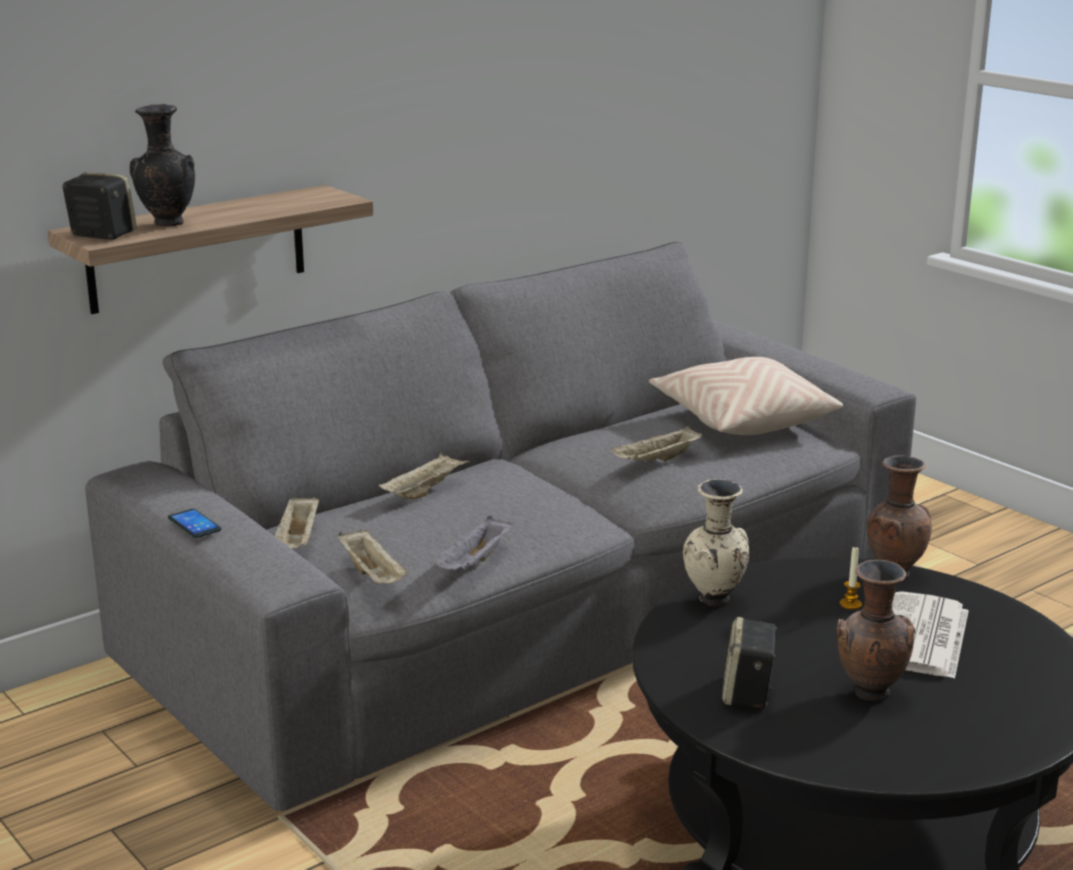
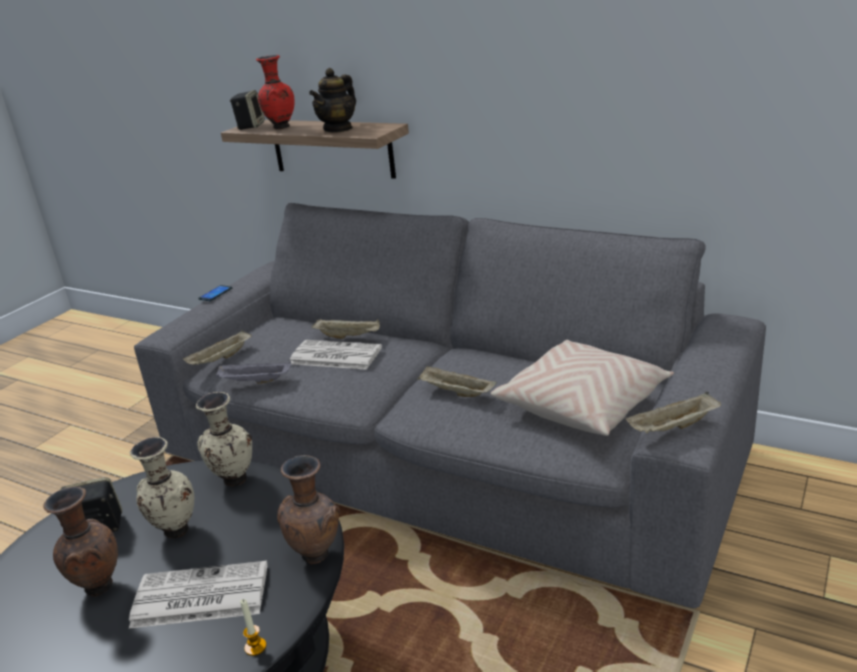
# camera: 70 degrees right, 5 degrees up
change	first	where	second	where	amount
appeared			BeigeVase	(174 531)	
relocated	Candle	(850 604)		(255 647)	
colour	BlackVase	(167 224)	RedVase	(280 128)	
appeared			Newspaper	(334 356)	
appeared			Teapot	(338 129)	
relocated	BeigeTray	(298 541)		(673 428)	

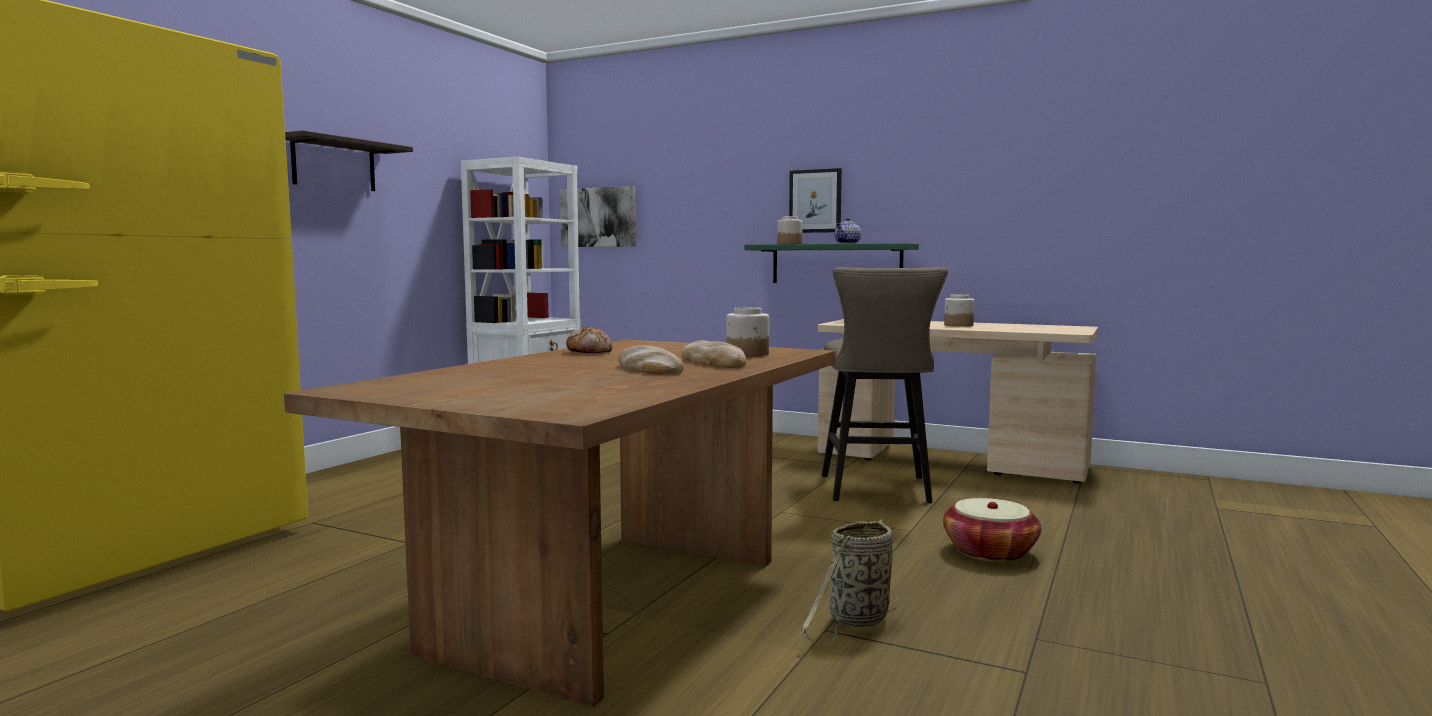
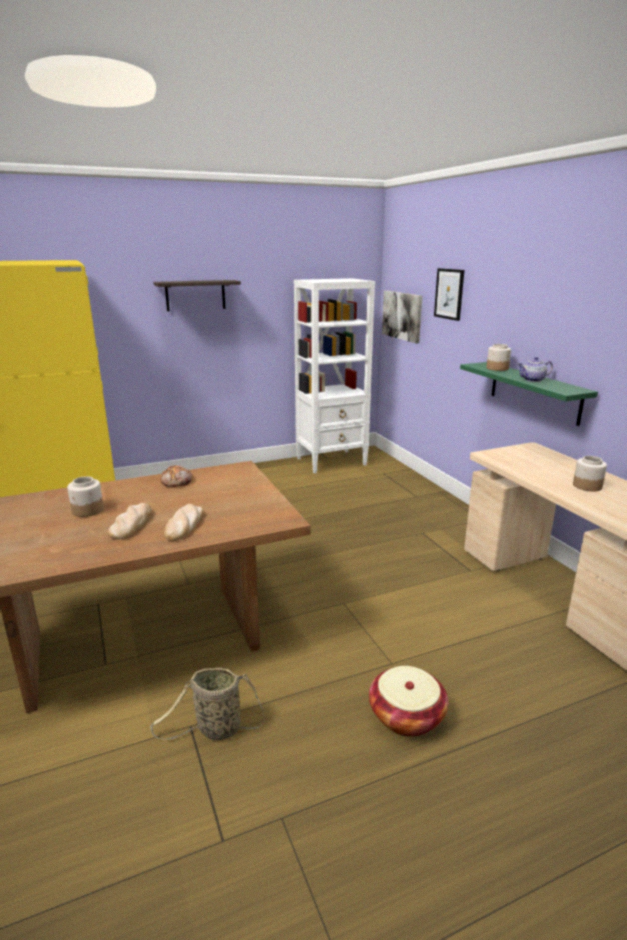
# camera: 40 degrees right, 15 degrees up
change	first	where	second	where	amount
relocated	Jar	(748 354)		(87 510)	
relocated	Picture	(815 201)		(449 294)	
missing	BeigeStool	(877 491)			

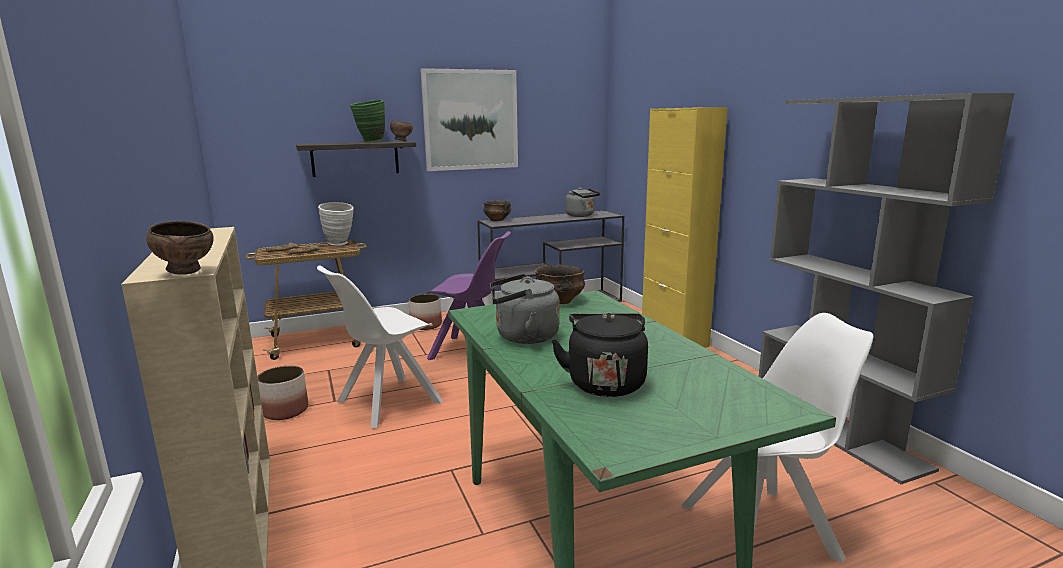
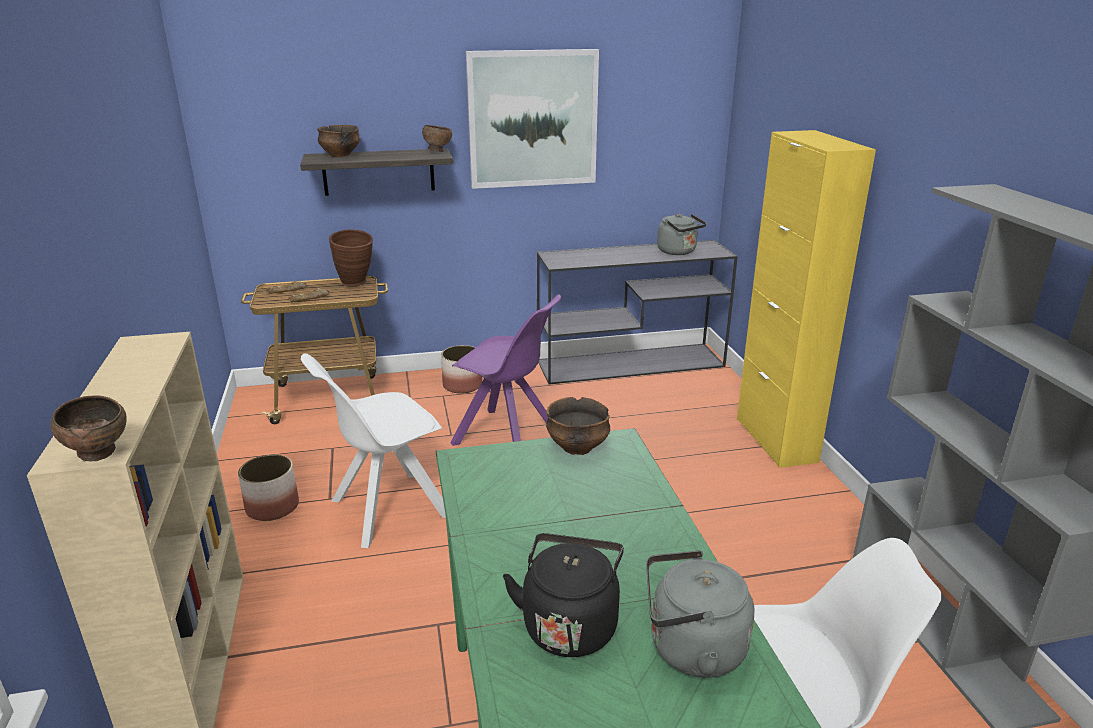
# camera: 10 degrees right, 10 degrees up
change	first	where	second	where	amount
relocated	Bowl	(497 220)		(340 155)	
colour	WhiteVase	(340 244)	BrownVase	(356 284)	
relocated	GreyKettle	(523 337)		(690 649)	
missing	GreenVase	(370 142)			

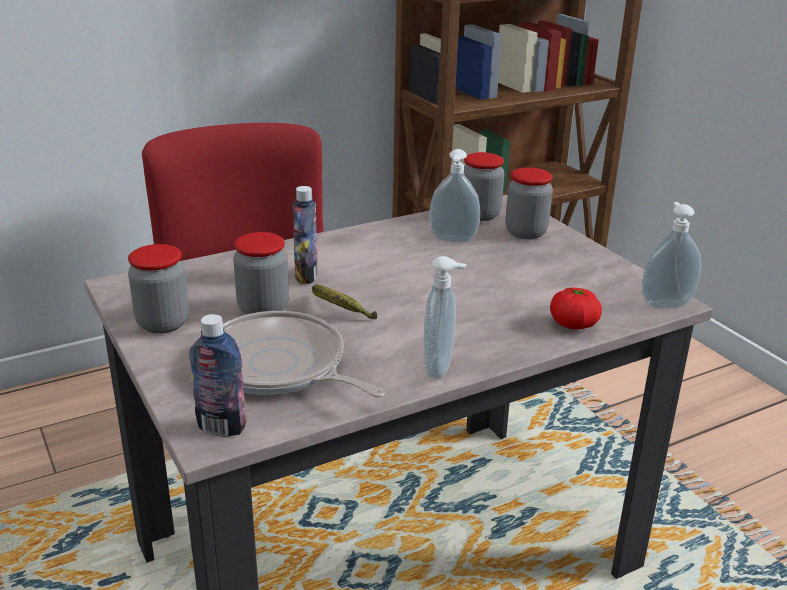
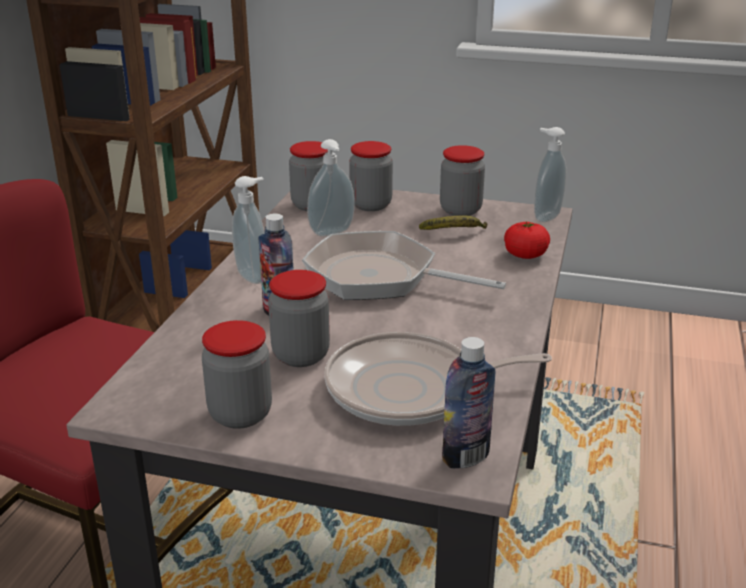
# camera: 45 degrees left, 0 degrees up
change	first	where	second	where	amount
relocated	SoapDispenser	(441 368)		(254 276)	
appeared			FryingPan	(379 277)	
relocated	Banana	(339 311)		(455 233)	
appeared			Jar	(460 210)	

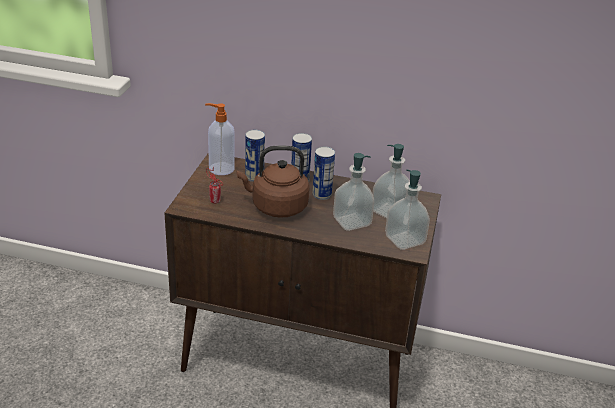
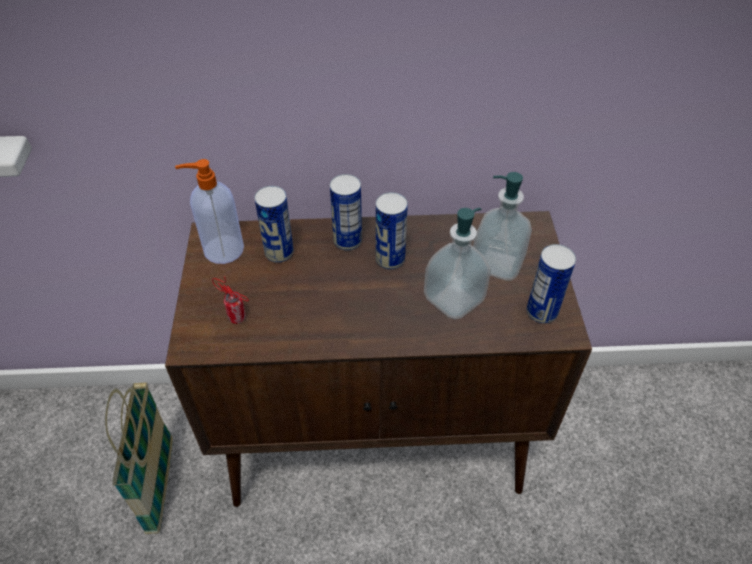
# camera: 15 degrees left, 15 degrees up
change	first	where	second	where	amount
appeared			Basket	(161 485)	
exchanged	SoapDispenser	(404 240)	Can	(541 312)	
missing	BrownKettle	(276 207)			

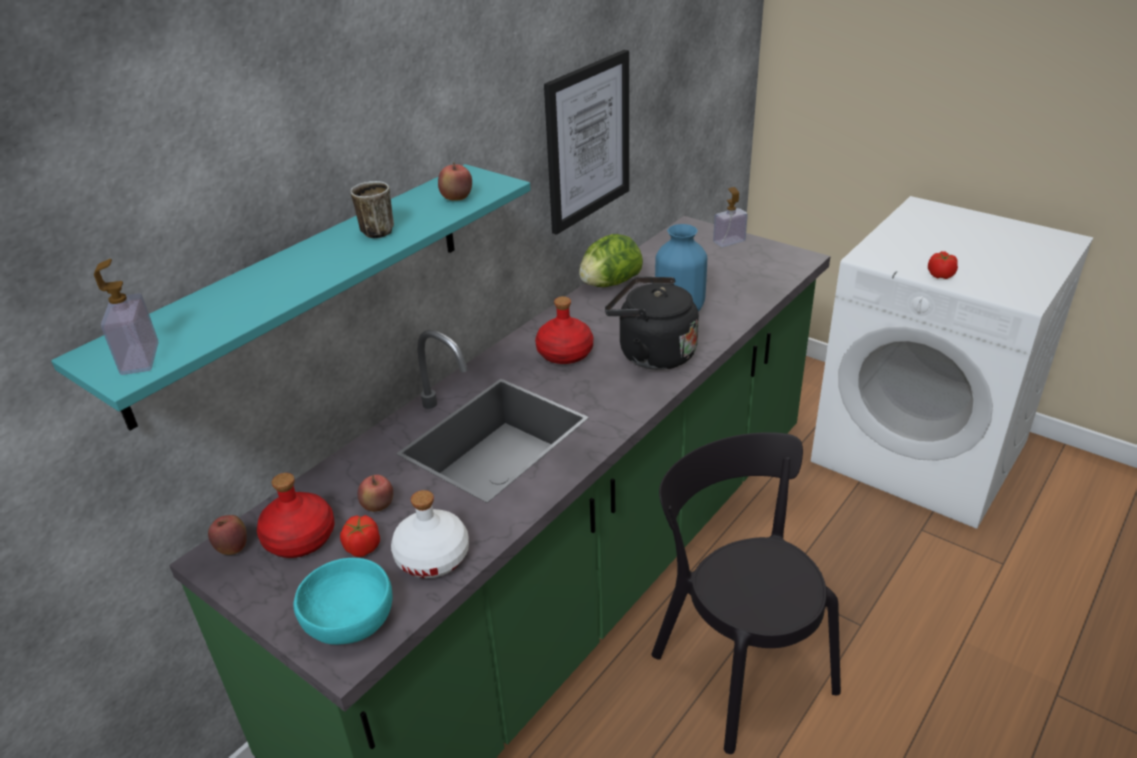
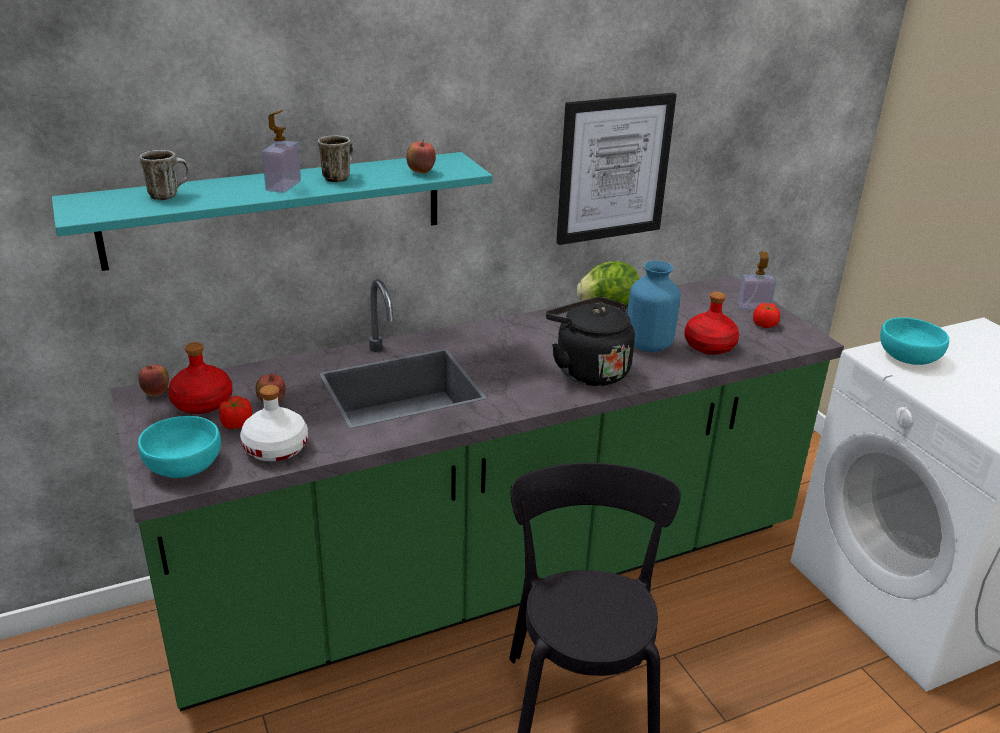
# camera: 25 degrees right, 5 degrees down
change	first	where	second	where	amount
appeared			Mug	(169 195)	
relocated	SoapDispenser	(140 358)		(283 186)	
relocated	RedBottle	(565 353)		(710 346)	
relocated	Tomato	(940 275)		(764 325)	
appeared			TurquoiseBowl	(908 357)	

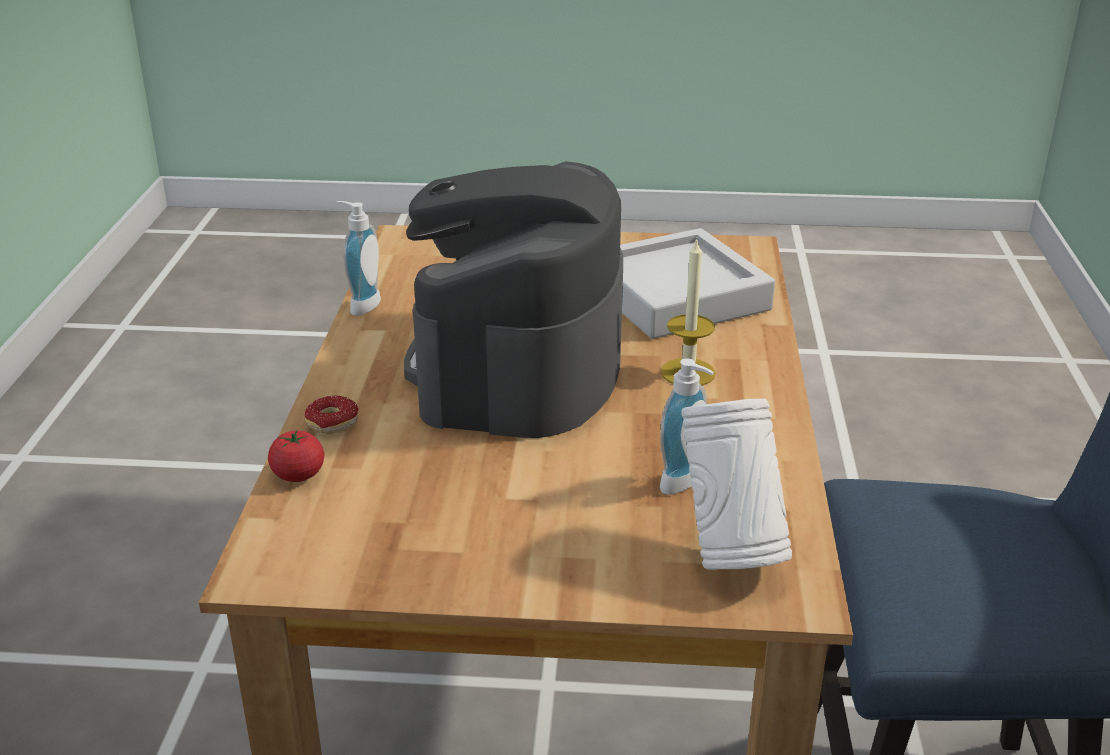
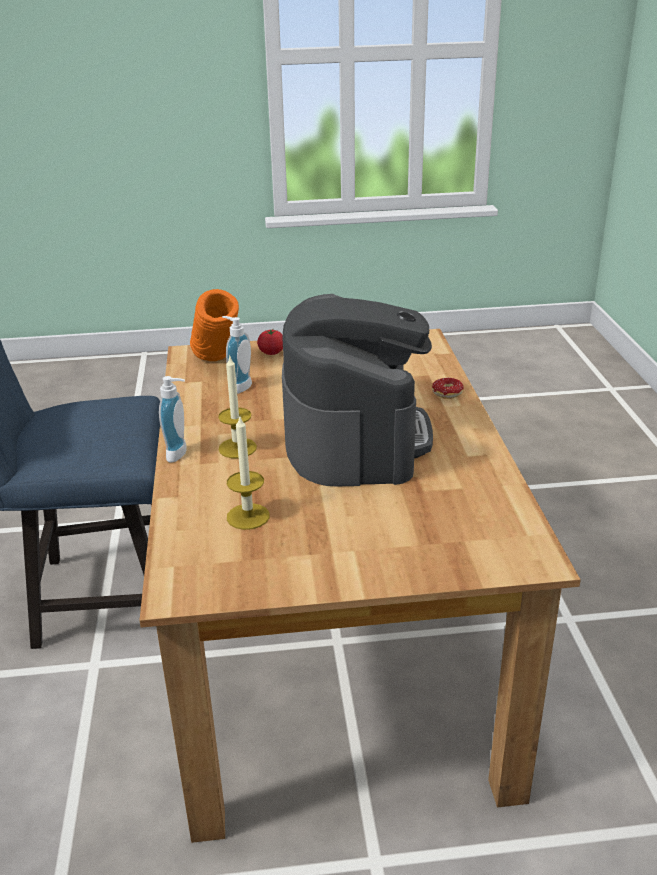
# camera: 170 degrees right, 0 degrees up
change	first	where	second	where	amount
relocated	SoapDispenser	(361 305)		(180 454)	
colour	WhiteVase	(729 552)	OrangeVase	(217 363)	
exchanged	GreyTray	(676 296)	Candle	(248 516)	
relocated	Tomato	(298 475)		(271 352)	

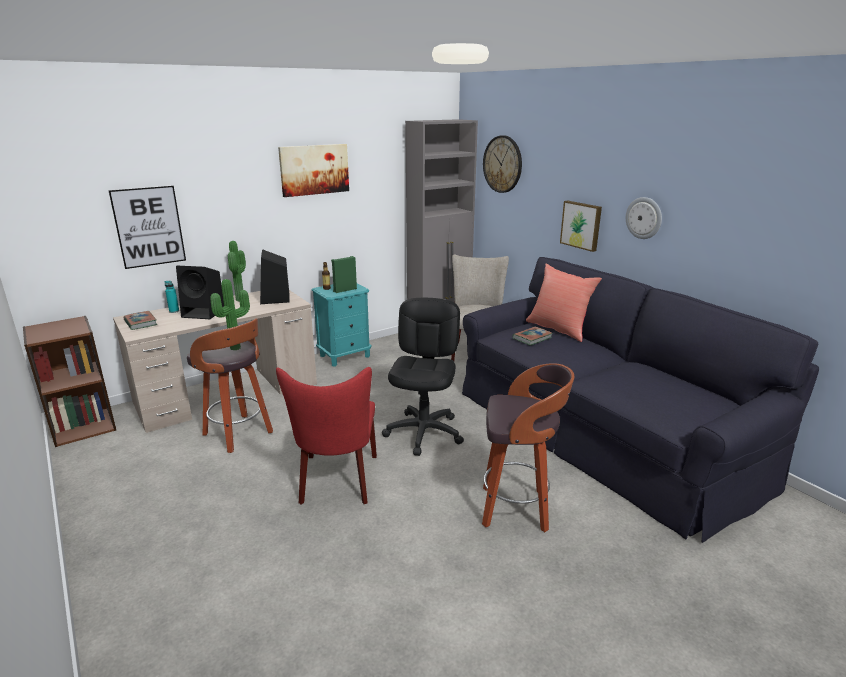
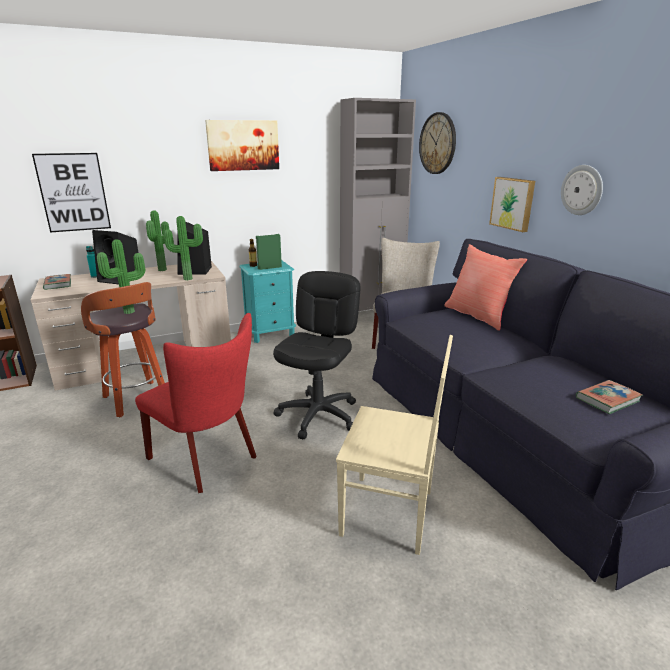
# camera: 10 degrees right, 0 degrees up
change	first	where	second	where	amount
spun	RedChair	(337 482)		(208 459)	60 degrees counterclockwise
appeared			PottedPlant	(188 278)	
exchanged	Stool	(516 509)	BeigeChair	(390 513)	
relocated	Book	(532 338)		(607 400)	

